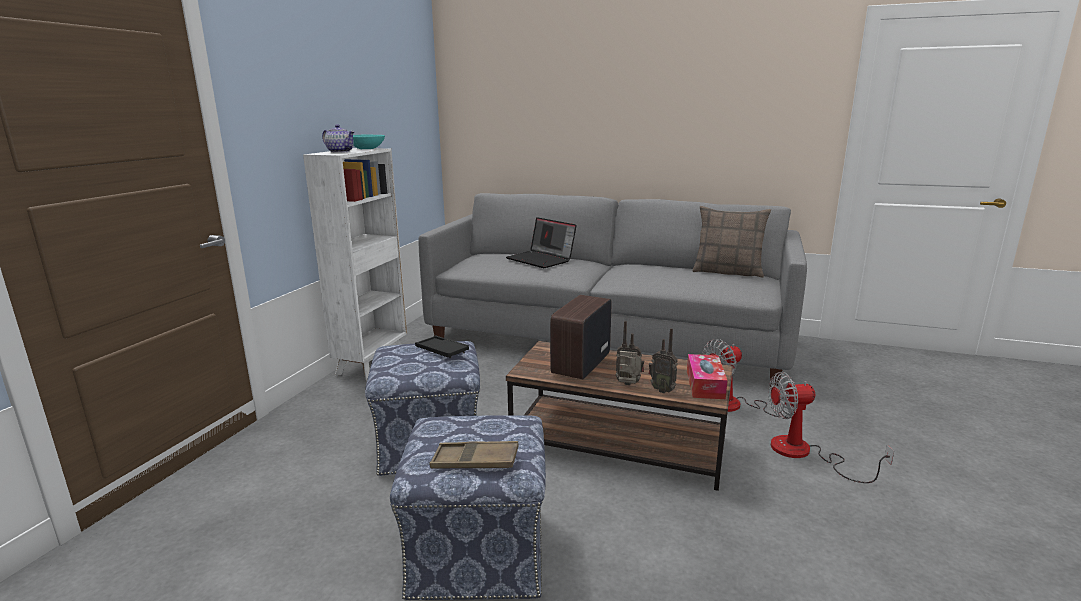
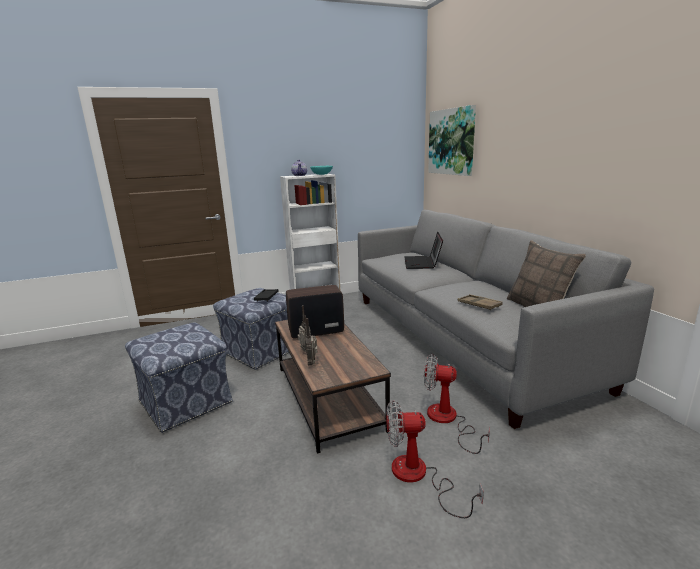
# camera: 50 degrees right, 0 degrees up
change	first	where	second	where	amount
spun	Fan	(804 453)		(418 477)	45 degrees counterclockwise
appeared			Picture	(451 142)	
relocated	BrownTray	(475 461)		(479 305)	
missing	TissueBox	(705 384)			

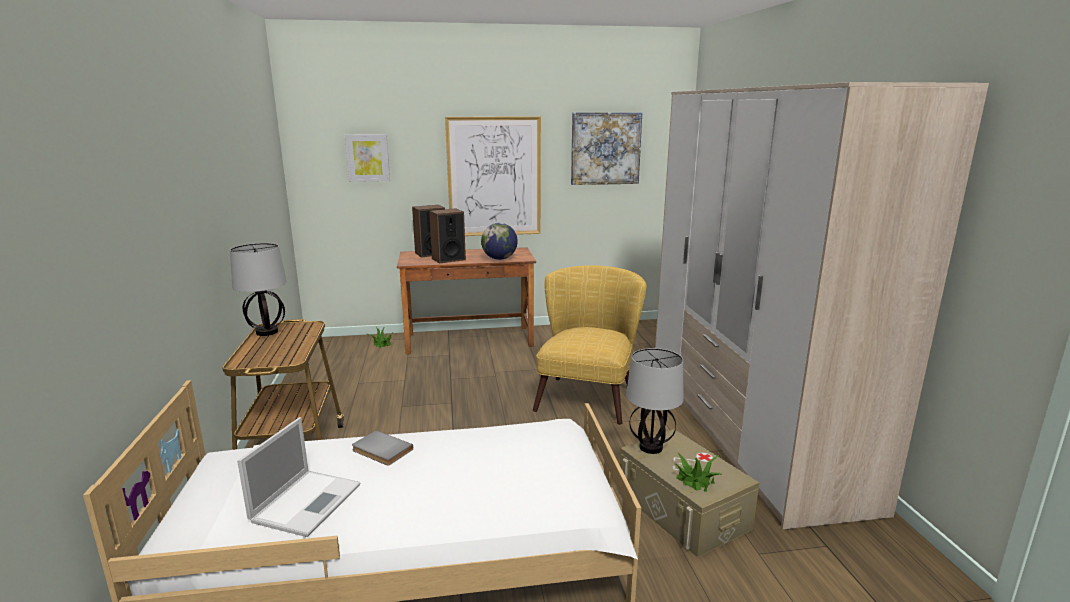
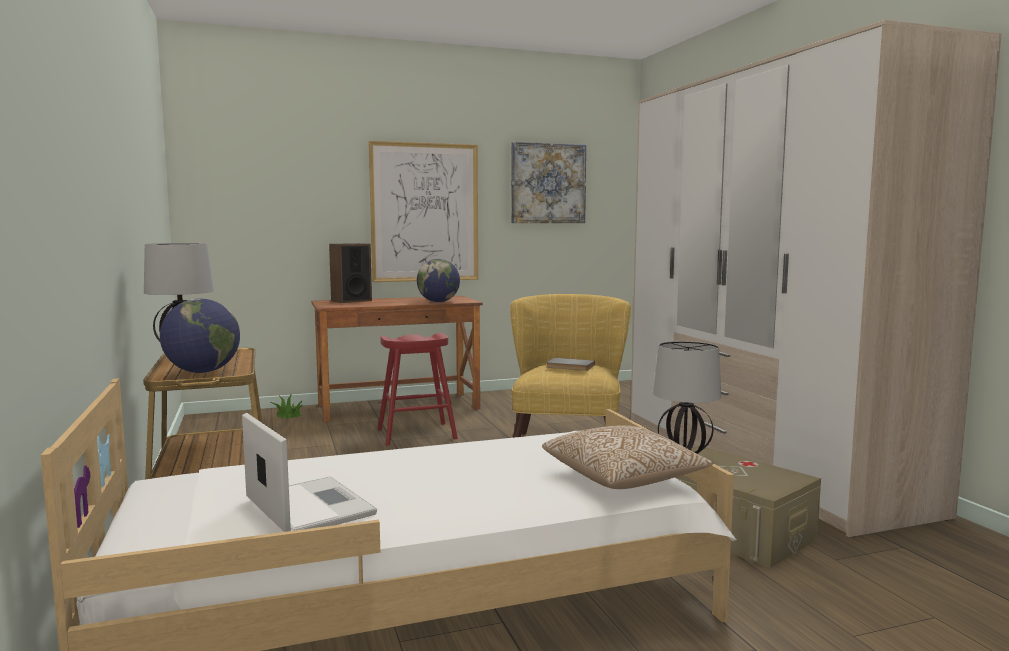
# camera: 10 degrees left, 10 degrees down
change	first	where	second	where	amount
appeared			Globe	(202 372)	
spun	Laptop	(307 501)		(308 506)	45 degrees counterclockwise
appeared			RedStool	(417 434)	
appeared			Pillow	(624 478)	
relocated	GreyBook	(381 450)		(570 366)	
missing	Picture	(367 157)			
missing	Speaker	(448 259)			
missing	PottedPlant	(695 480)			

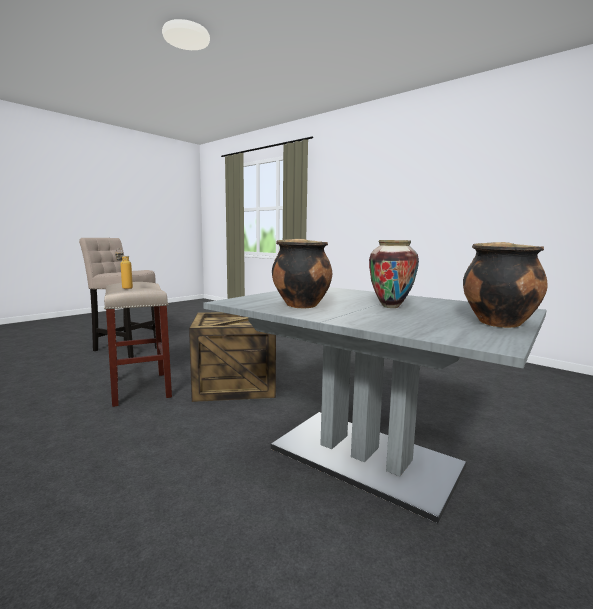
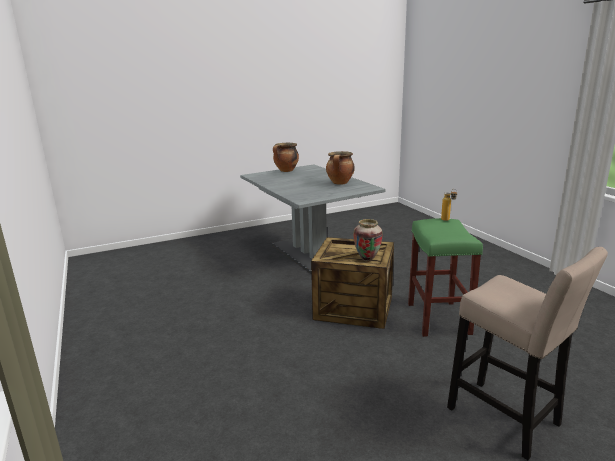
# camera: 155 degrees left, 10 degrees up
change	first	where	second	where	amount
relocated	Vase	(390 306)		(367 259)	
colour	BeigeStool	(140 388)	GreenStool	(439 319)	

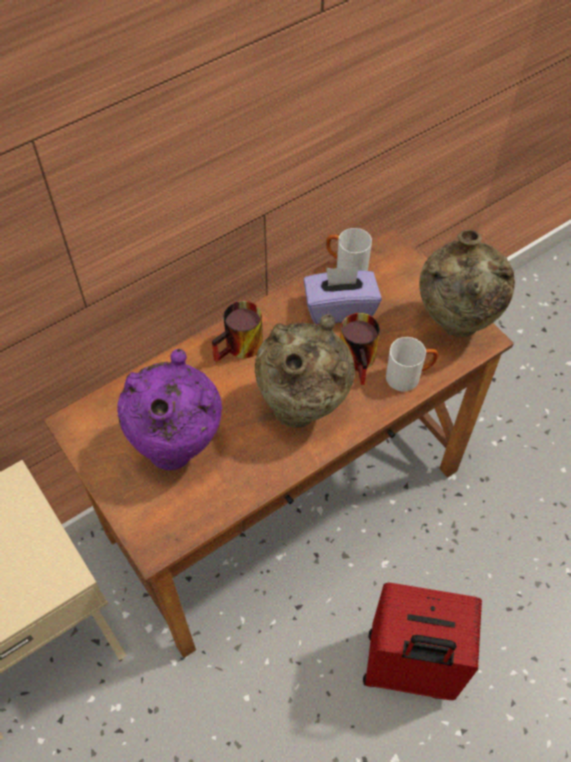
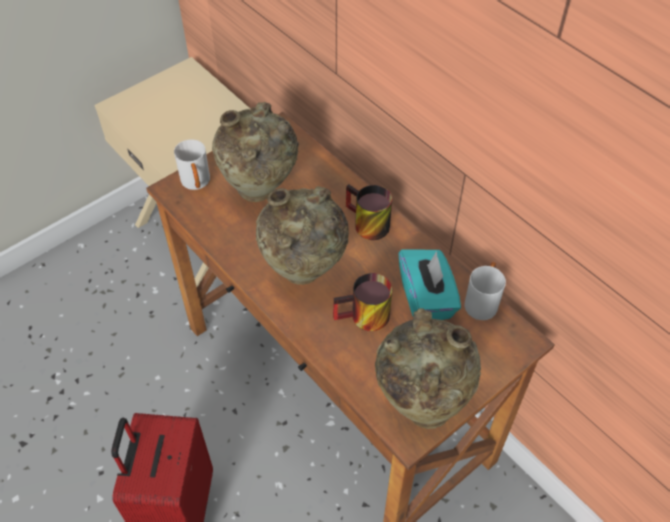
# camera: 85 degrees right, 5 degrees down
change	first	where	second	where	amount
relocated	WhiteMug	(409 376)		(197 184)	
colour	PurpleVase	(177 447)	BeigeVase	(260 192)	
colour	PurpleTissueBox	(340 308)	TurquoiseTissueBox	(426 298)	

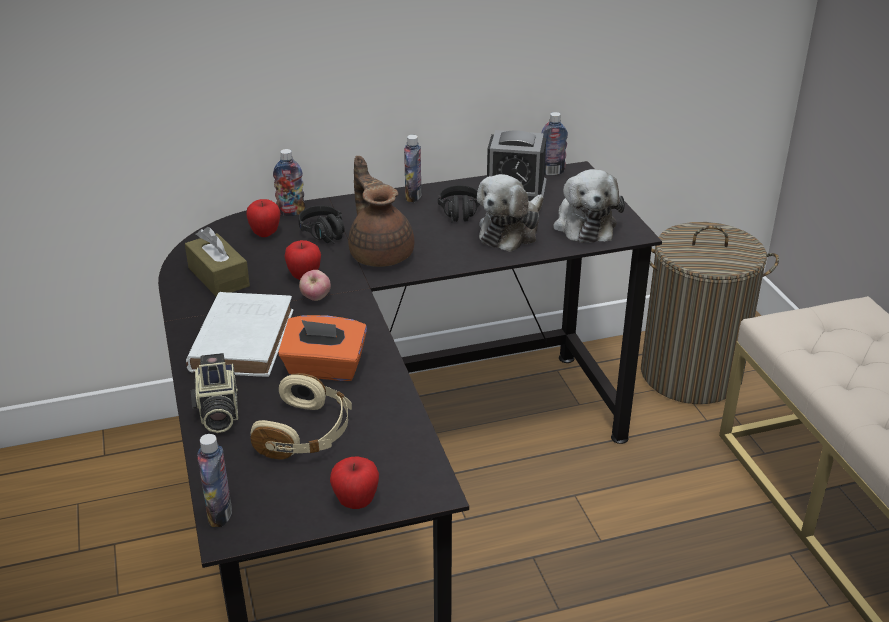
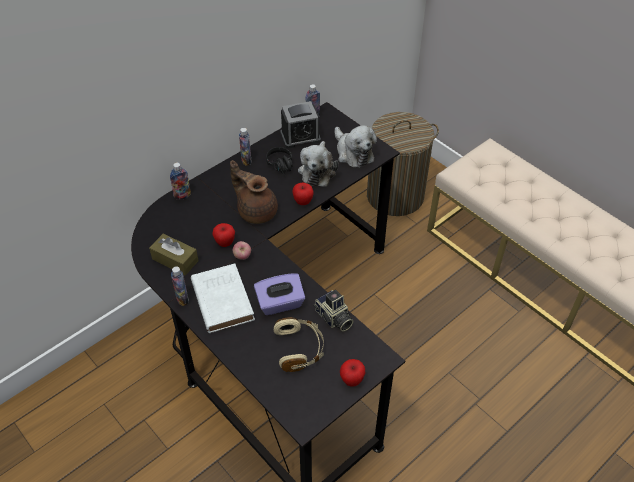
# camera: 25 degrees left, 15 degrees up
change	first	where	second	where	amount
relocated	Bottle	(219 514)		(182 299)	
colour	OrangeTissueBox	(324 369)	PurpleTissueBox	(280 303)	
relocated	Apple	(265 234)		(303 202)	
relocated	PhotoCamera	(217 413)		(333 318)	
missing	BlackHeadphones	(327 236)			

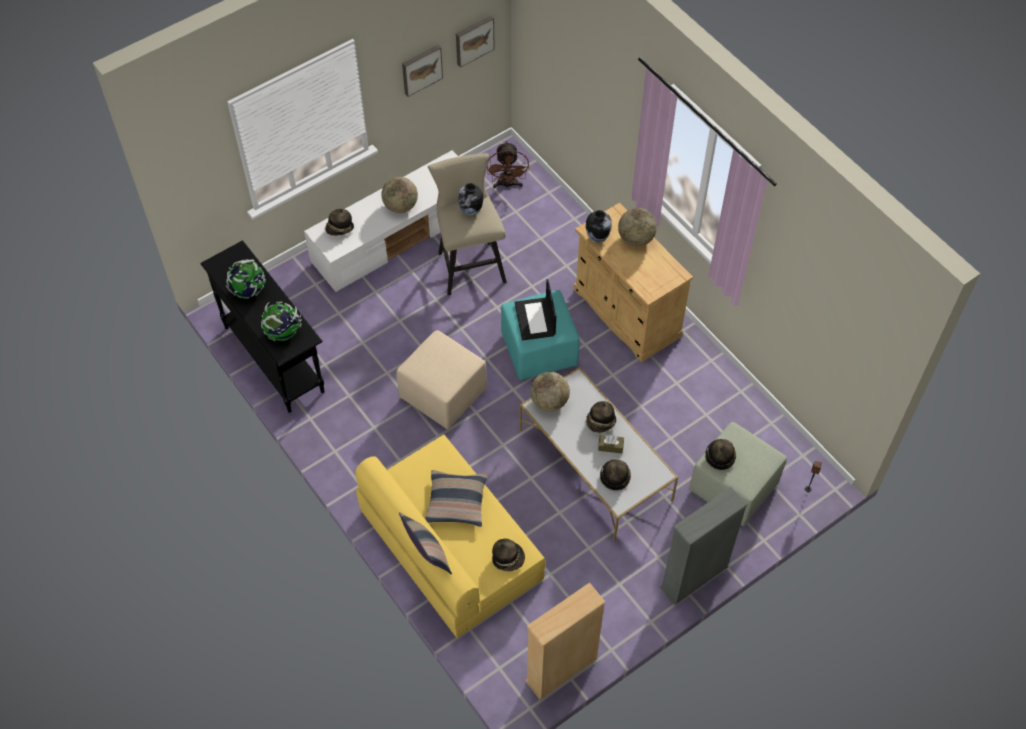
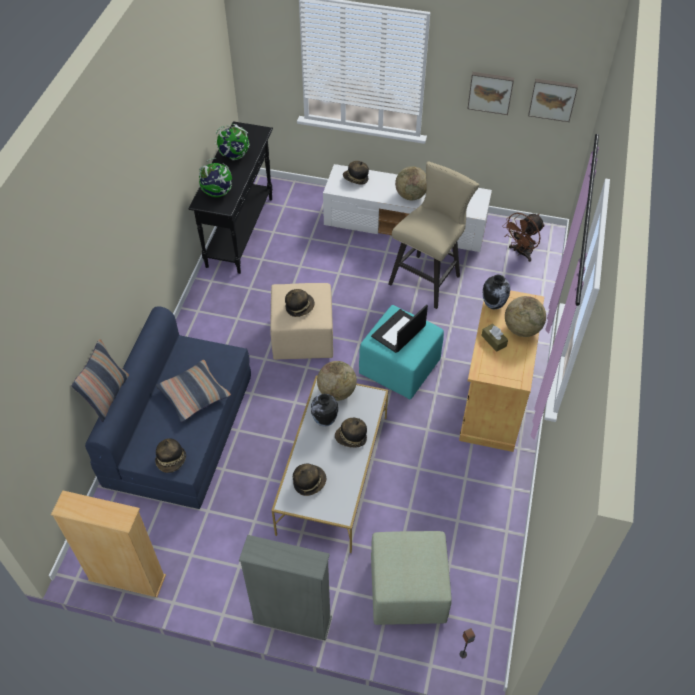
# camera: 50 degrees right, 5 degrees down
change	first	where	second	where	amount
colour	YellowSofa	(450 545)	BlueSofa	(179 429)	
relocated	Hat	(720 456)		(299 307)	
relocated	Vase	(471 211)		(324 421)	
relocated	BrownTissueBox	(610 446)		(493 341)	

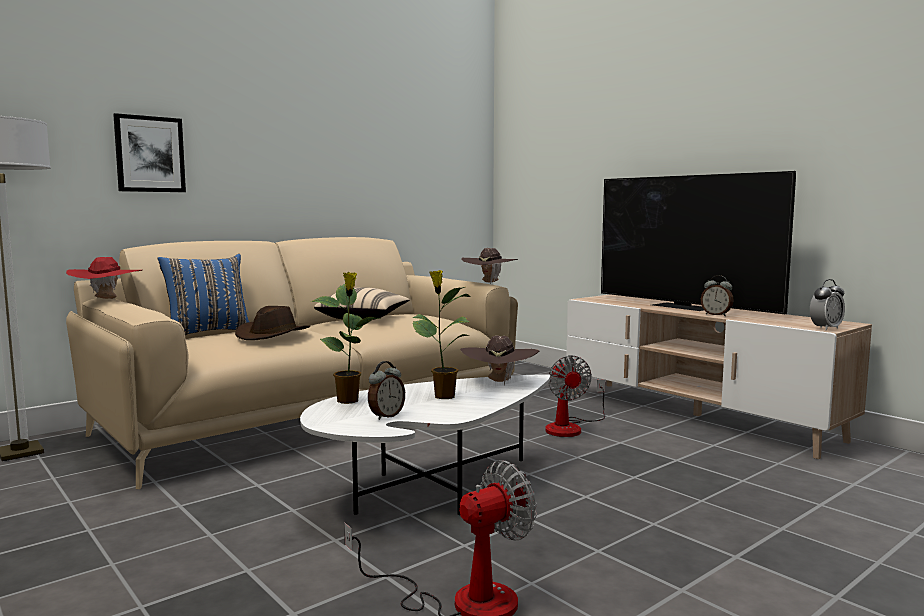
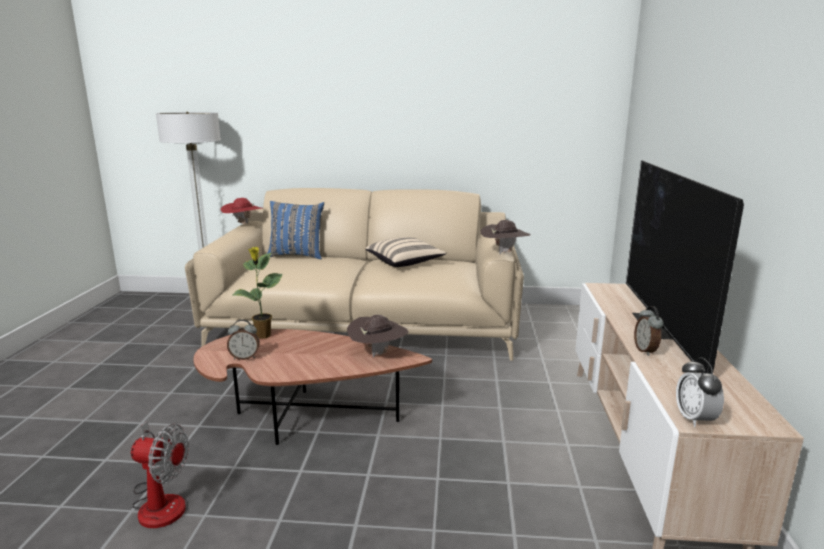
# camera: 45 degrees right, 10 degrees up
change	first	where	second	where	amount
colour	WhiteCoffeeTable	(430 488)	BrownCoffeeTable	(303 415)	
spun	AlarmClock	(825 328)		(694 419)	75 degrees clockwise
missing	Picture	(150 154)			
missing	BrownHat	(273 335)			
missing	PottedPlant	(443 396)			
missing	Fan	(570 427)			

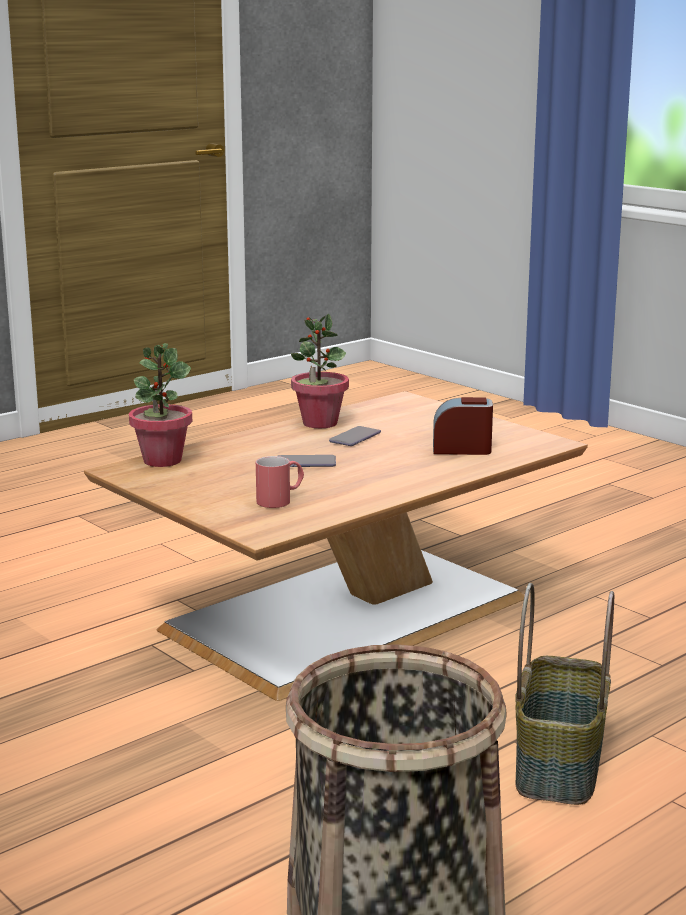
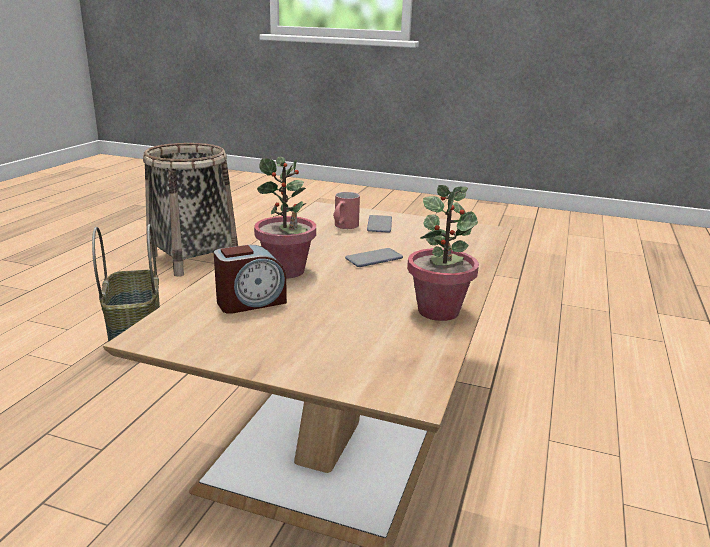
# camera: 150 degrees right, 5 degrees up
change	first	where	second	where	amount
relocated	PottedPlant	(162 460)		(286 271)	
relocated	Phone	(355 437)		(379 225)	

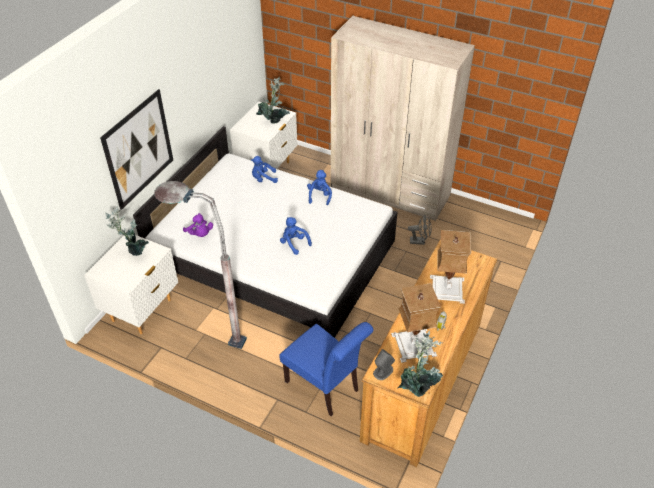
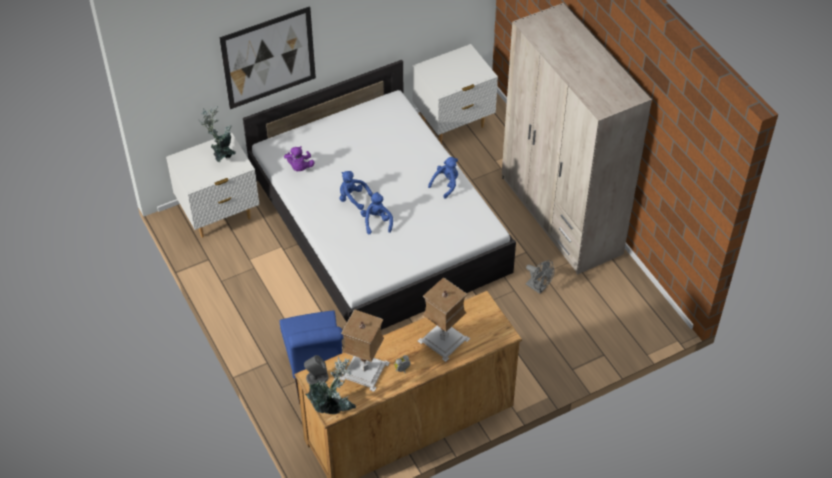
# camera: 35 degrees right, 5 degrees up
change	first	where	second	where	amount
relocated	BluePlushToy	(263 179)		(353 198)	
missing	GreyFloorLamp	(211 334)			
missing	PottedPlant	(274 120)			

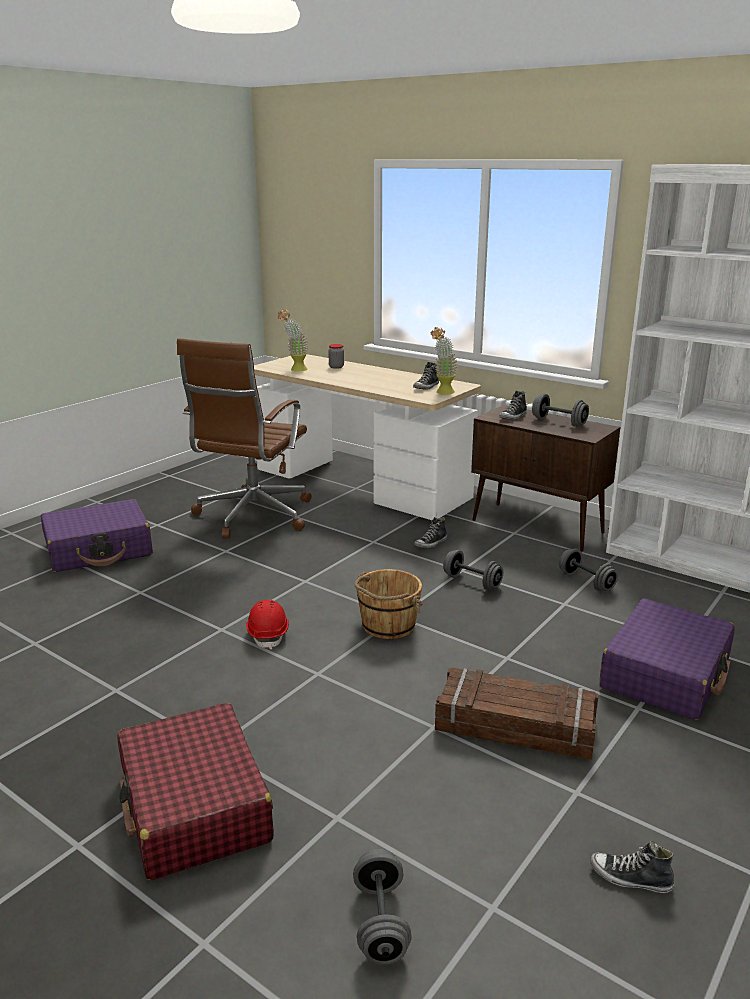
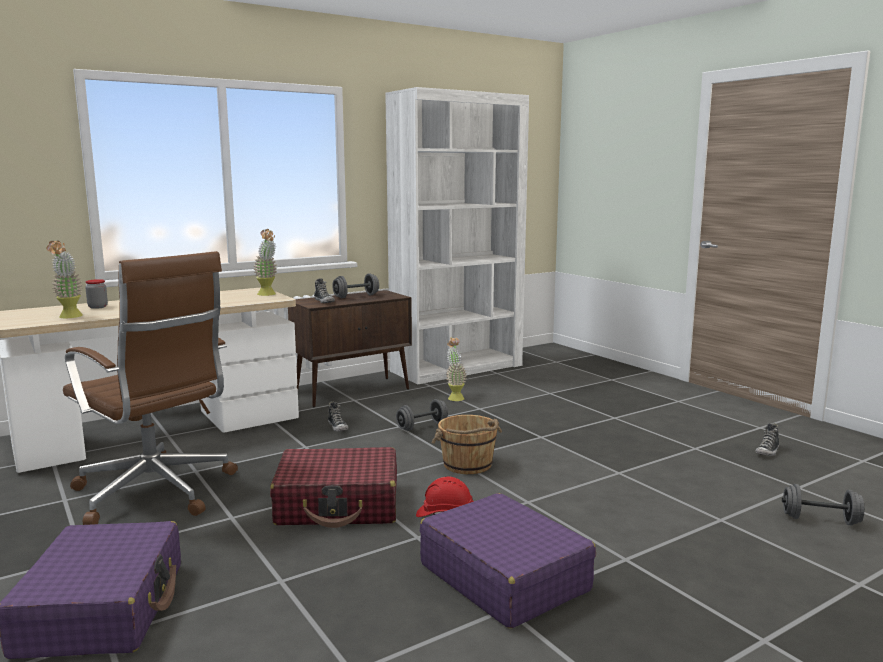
# camera: 70 degrees left, 10 degrees down
change	first	where	second	where	amount
relocated	RedSuitcase	(194 807)		(338 504)	
relocated	PurpleSuitcase	(665 674)		(503 577)	
exchanged	GreyDumbbell	(586 582)	PottedPlant	(454 397)	
missing	Shoe	(426 387)			
missing	Crate	(515 727)			

